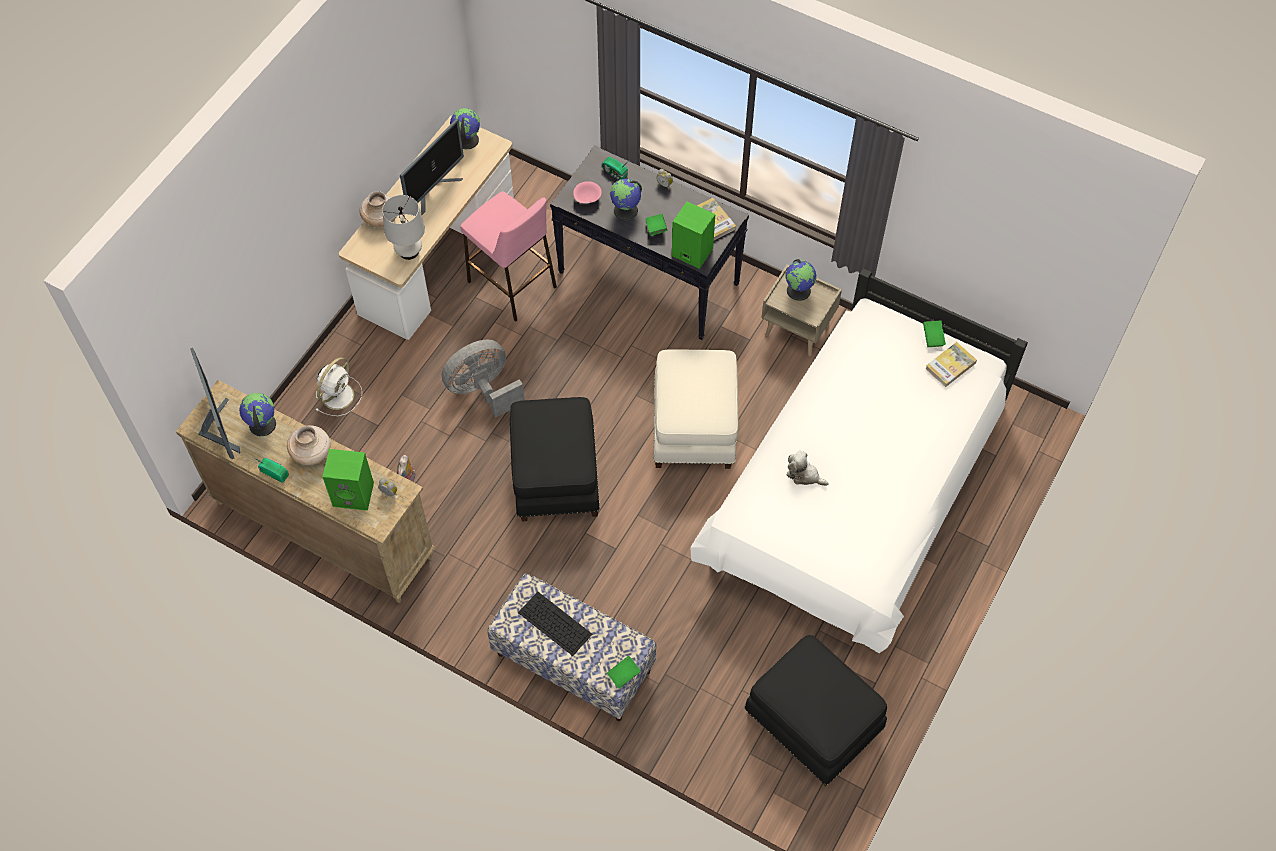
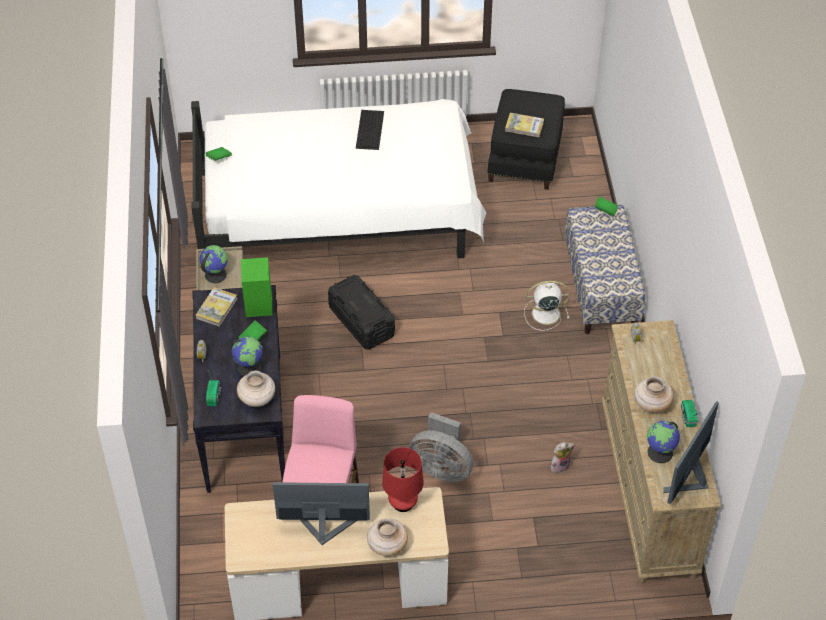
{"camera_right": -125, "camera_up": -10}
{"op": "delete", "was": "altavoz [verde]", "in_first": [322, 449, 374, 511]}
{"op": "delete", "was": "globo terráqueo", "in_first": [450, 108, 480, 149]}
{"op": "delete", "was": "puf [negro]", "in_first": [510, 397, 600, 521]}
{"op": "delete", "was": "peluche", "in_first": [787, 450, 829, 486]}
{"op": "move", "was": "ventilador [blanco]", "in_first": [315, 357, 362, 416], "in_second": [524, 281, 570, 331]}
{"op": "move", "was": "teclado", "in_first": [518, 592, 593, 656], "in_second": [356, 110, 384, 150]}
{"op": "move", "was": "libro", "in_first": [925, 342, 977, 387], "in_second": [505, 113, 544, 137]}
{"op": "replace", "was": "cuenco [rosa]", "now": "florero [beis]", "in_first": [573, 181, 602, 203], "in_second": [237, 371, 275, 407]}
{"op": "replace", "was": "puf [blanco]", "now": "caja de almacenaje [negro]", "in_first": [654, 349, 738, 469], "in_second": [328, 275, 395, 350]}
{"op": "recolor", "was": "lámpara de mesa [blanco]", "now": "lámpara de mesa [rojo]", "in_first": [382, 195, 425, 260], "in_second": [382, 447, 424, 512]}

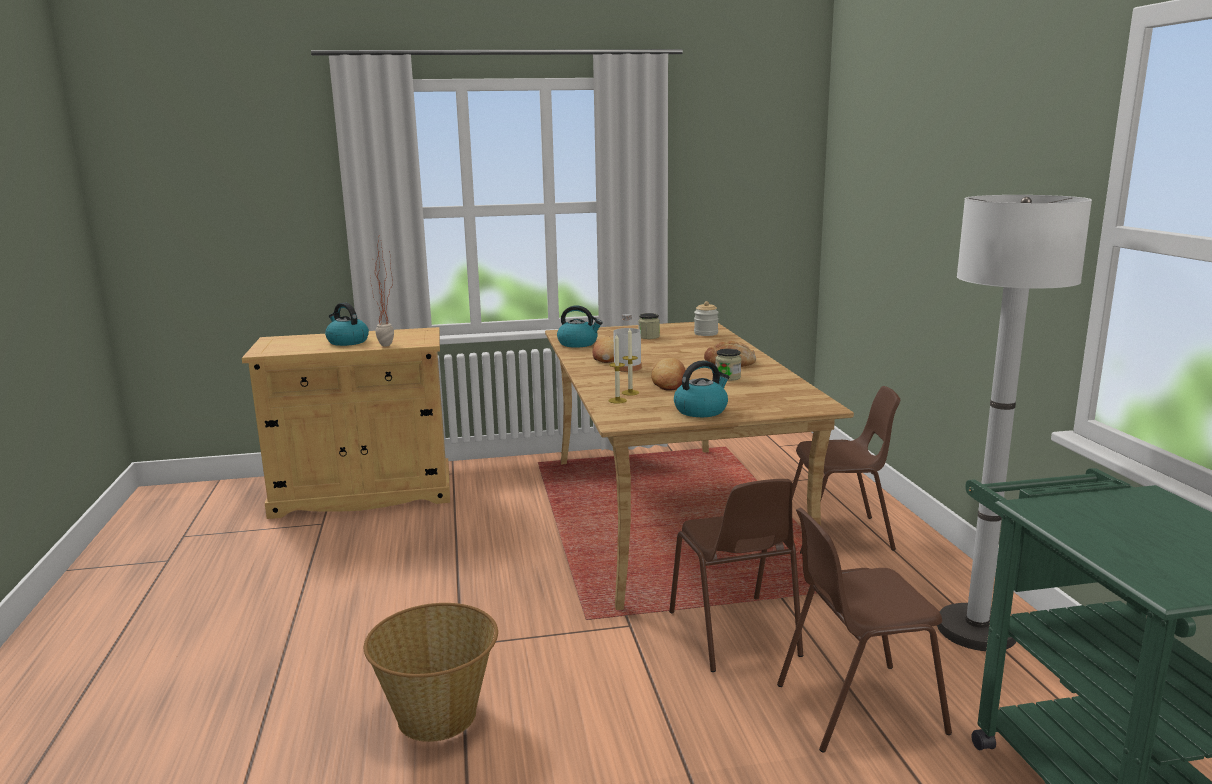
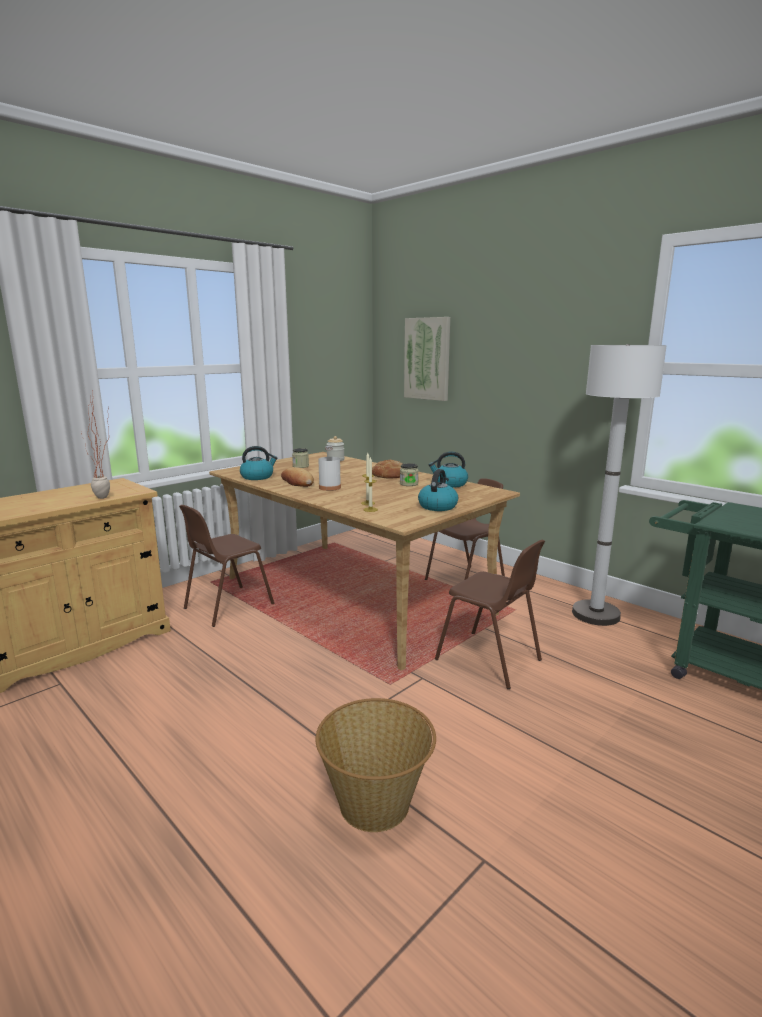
{"camera_right": -35, "camera_up": 0}
{"op": "delete", "was": "pan", "in_first": [651, 358, 686, 391]}
{"op": "insert", "now": "cuadro", "in_second": [404, 317, 450, 401]}
{"op": "move", "was": "hervidor", "in_first": [325, 302, 369, 346], "in_second": [428, 451, 468, 488]}
{"op": "move", "was": "silla [marrón]", "in_first": [777, 508, 952, 753], "in_second": [179, 505, 274, 627]}

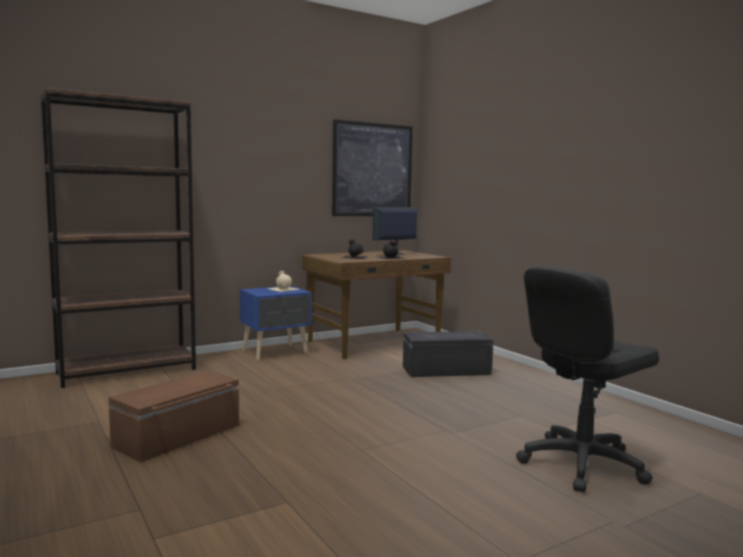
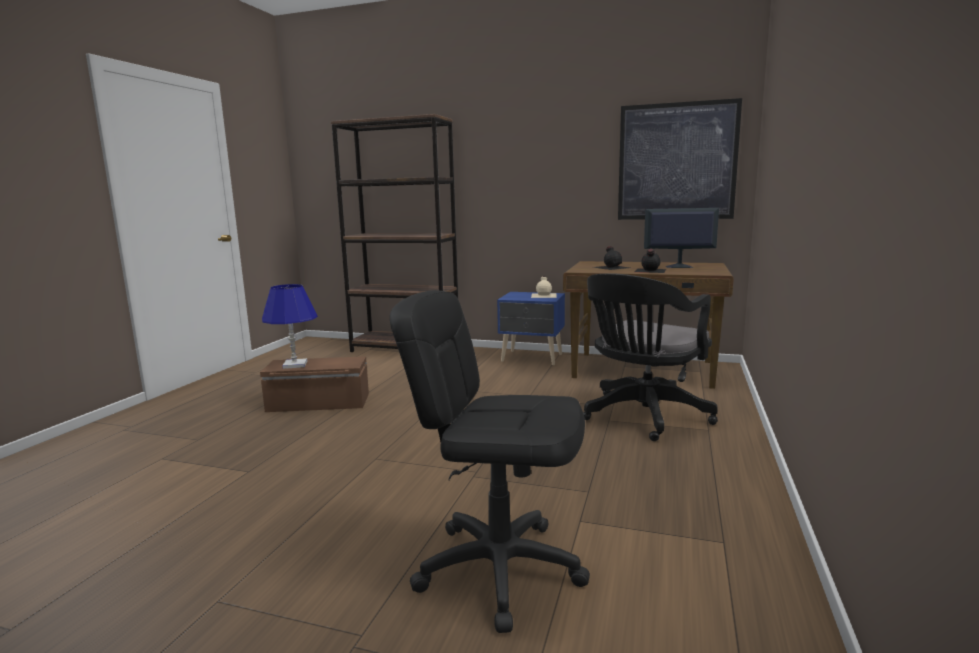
{"camera_right": 50, "camera_up": 5}
{"op": "insert", "now": "lámpara de mesa [azul]", "in_second": [262, 284, 318, 369]}
{"op": "replace", "was": "caja de almacenaje [negro]", "now": "silla de oficina [negro]", "in_first": [403, 331, 494, 377], "in_second": [583, 273, 718, 441]}

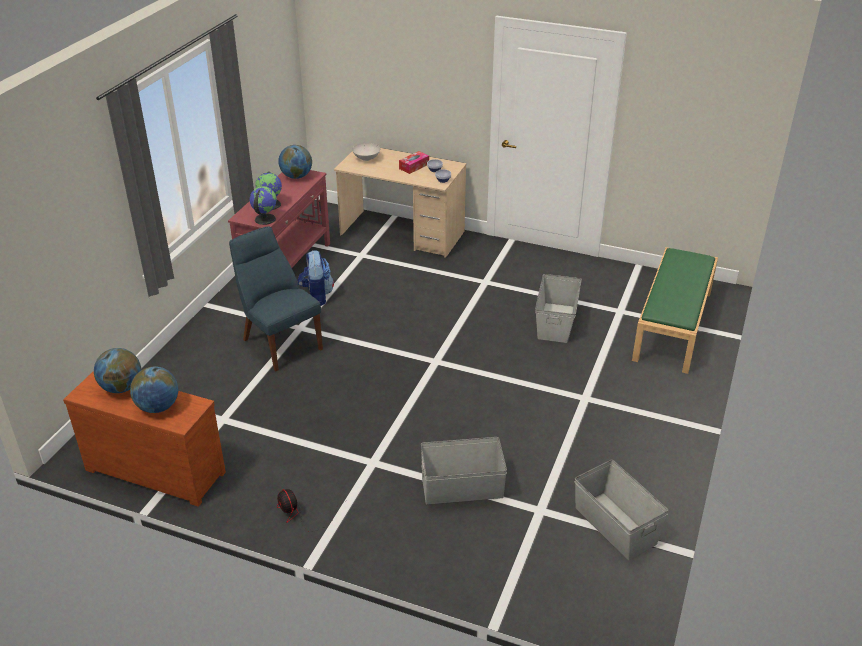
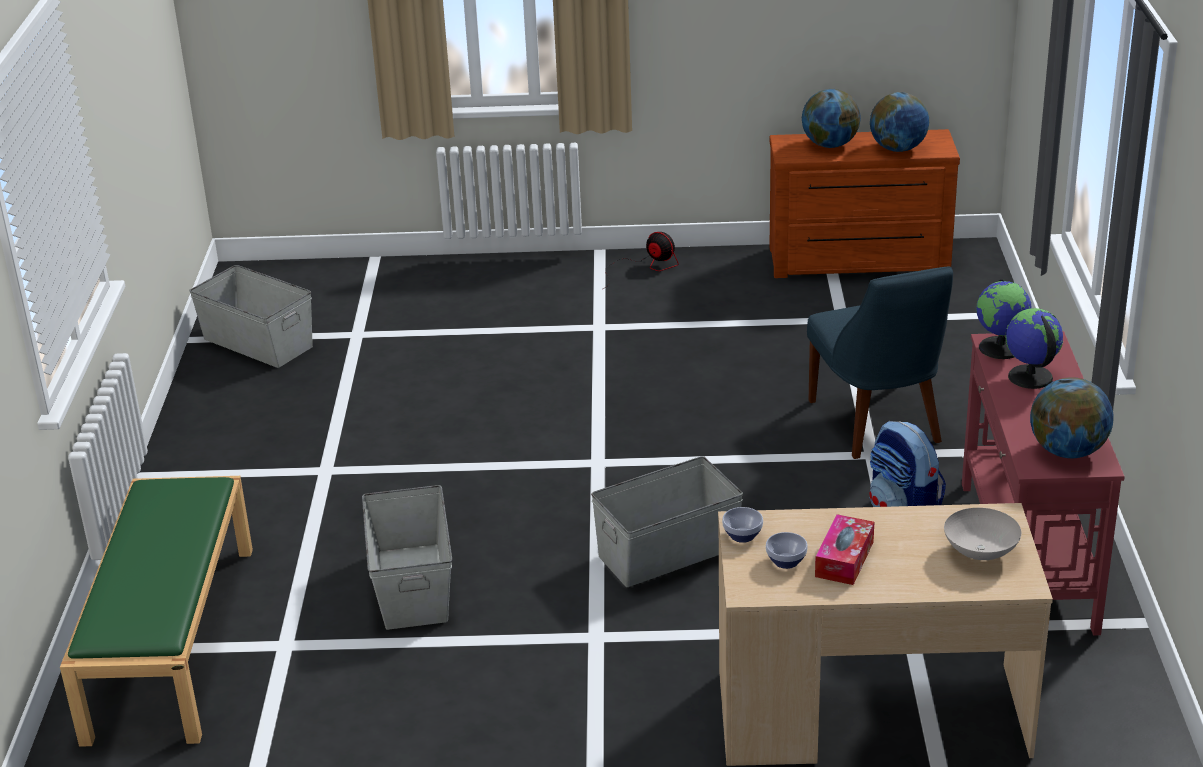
{"camera_right": 160, "camera_up": -5}
{"op": "move", "was": "caja de almacenaje [gris]", "in_first": [421, 437, 507, 505], "in_second": [591, 456, 743, 587]}
{"op": "rotate", "was": "silla [azul]", "in_first": [229, 227, 323, 371], "in_second": [807, 266, 953, 459], "clockwise": 45}

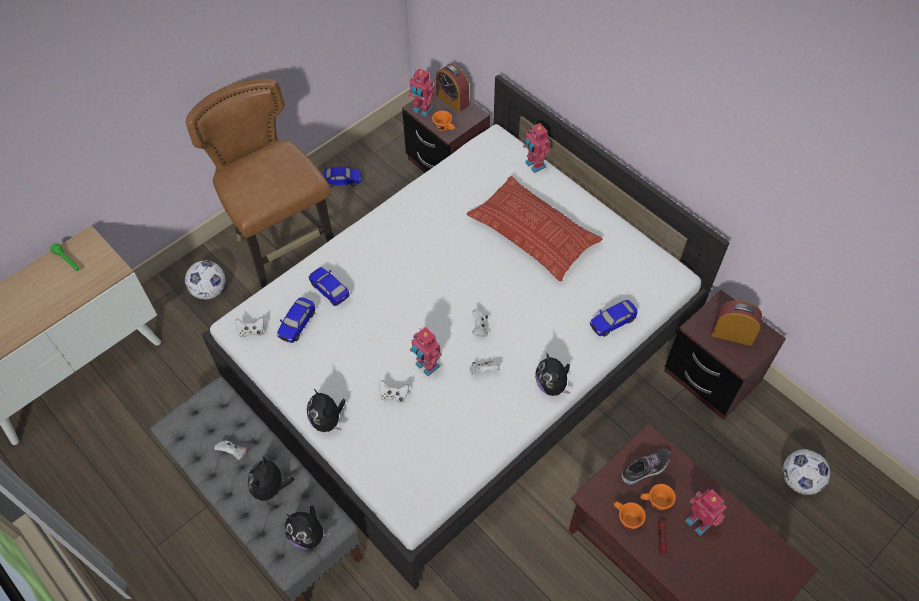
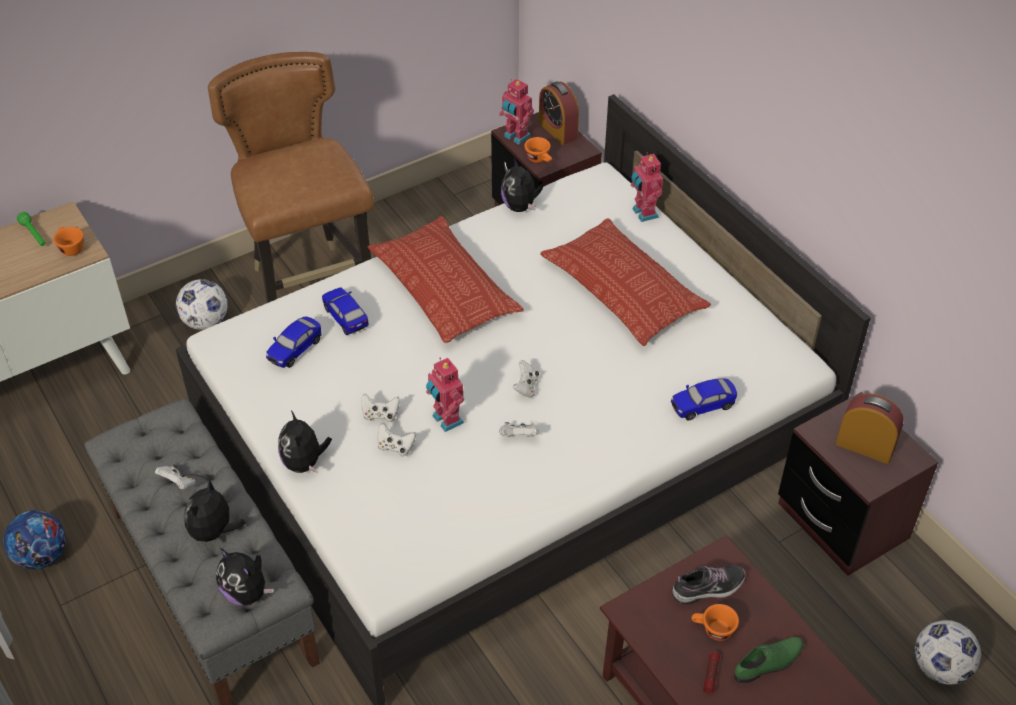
{"camera_right": 10, "camera_up": -10}
{"op": "delete", "was": "coche de juguete", "in_first": [323, 166, 361, 187]}
{"op": "insert", "now": "balón de fútbol", "in_second": [3, 510, 66, 570]}
{"op": "insert", "now": "cojín", "in_second": [368, 216, 524, 343]}
{"op": "move", "was": "mando de consola [blanco]", "in_first": [235, 317, 264, 337], "in_second": [361, 394, 400, 422]}
{"op": "move", "was": "peluche", "in_first": [535, 353, 571, 396], "in_second": [501, 158, 543, 212]}
{"op": "move", "was": "taza [naranja]", "in_first": [614, 502, 646, 529], "in_second": [53, 227, 84, 256]}
{"op": "replace", "was": "robot de juguete", "now": "zapato [verde]", "in_first": [685, 489, 727, 536], "in_second": [734, 637, 803, 683]}

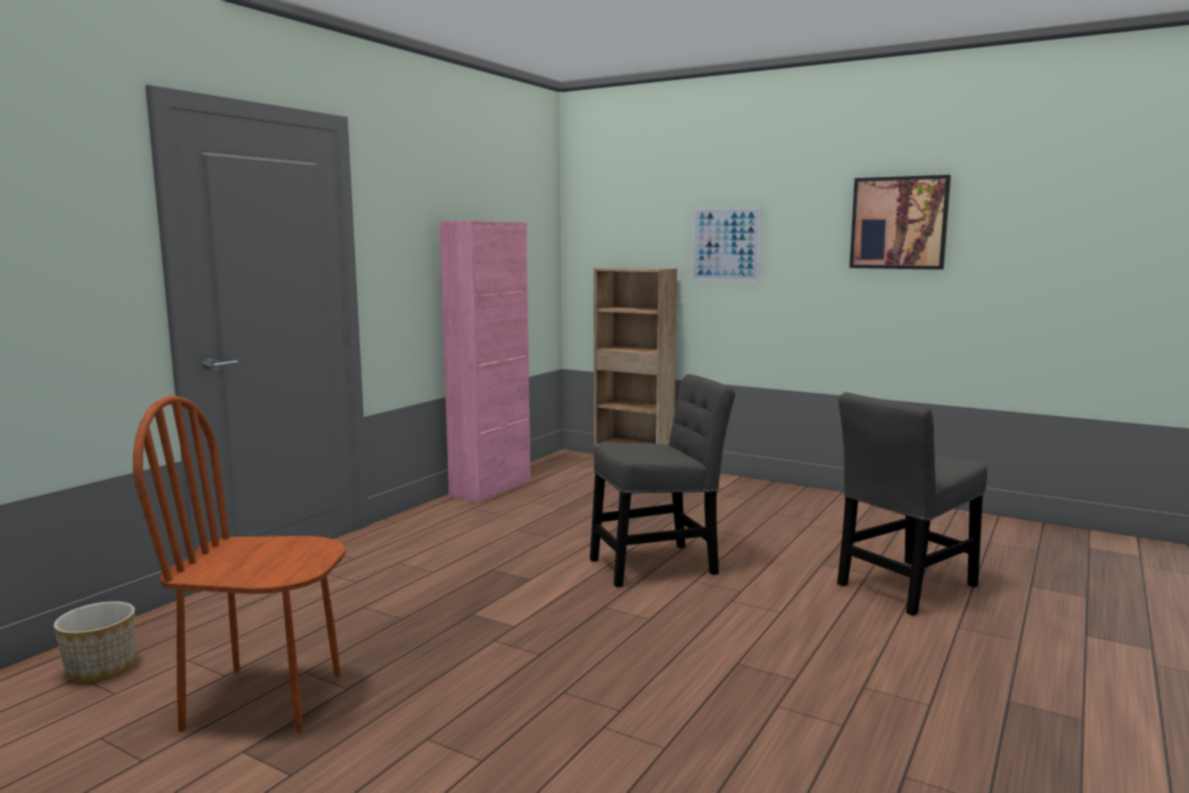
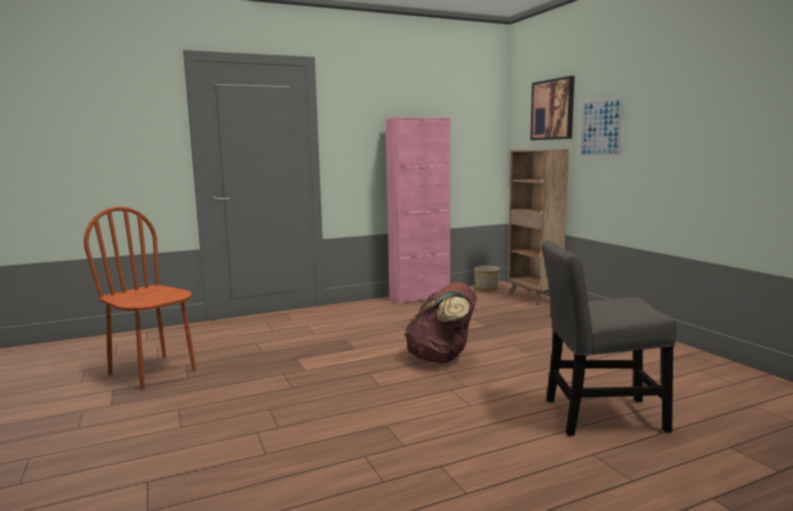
{"camera_right": 35, "camera_up": 0}
{"op": "move", "was": "maceta", "in_first": [54, 601, 135, 683], "in_second": [474, 266, 500, 291]}
{"op": "move", "was": "cuadro", "in_first": [849, 175, 951, 270], "in_second": [530, 76, 575, 140]}
{"op": "replace", "was": "silla [gris]", "now": "mochila [marrón]", "in_first": [590, 374, 735, 587], "in_second": [405, 282, 477, 364]}

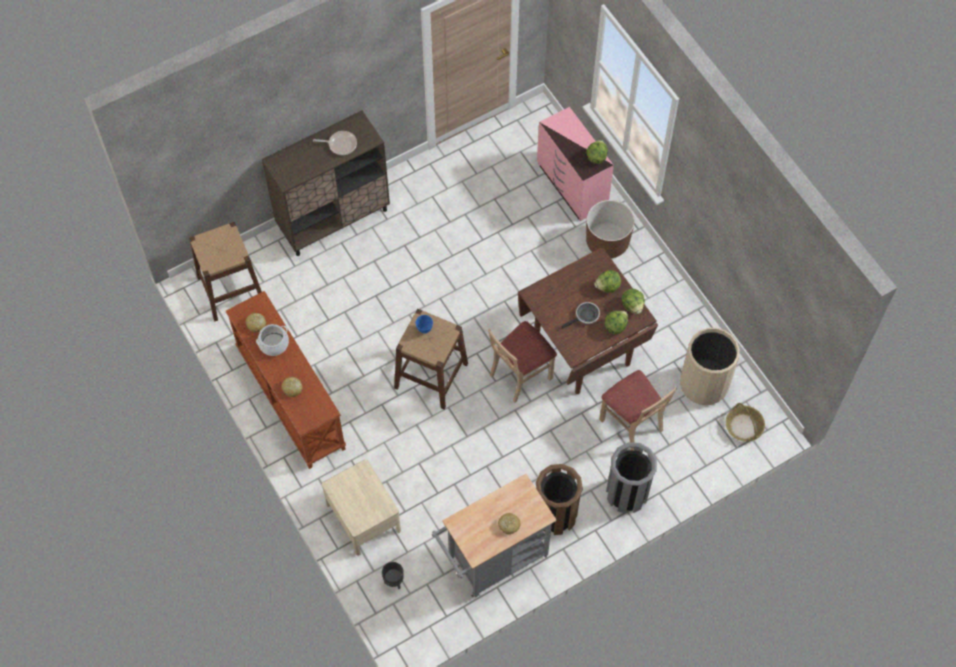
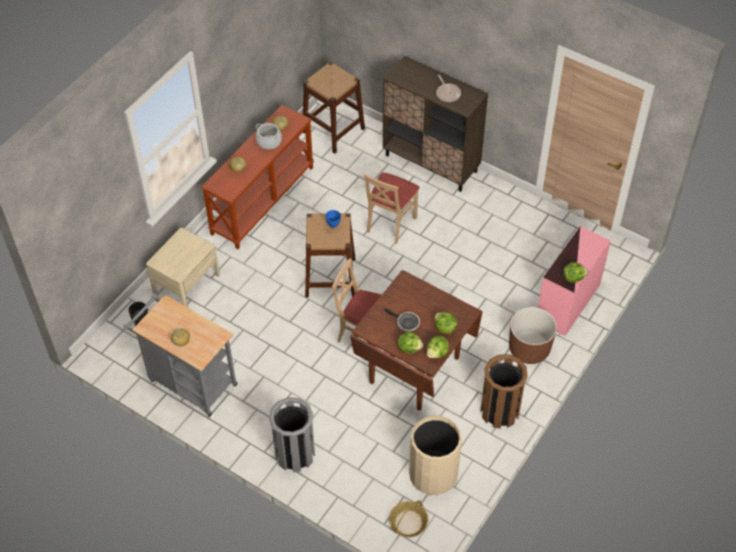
{"camera_right": 65, "camera_up": -10}
{"op": "move", "was": "papelera [marrón]", "in_first": [536, 464, 583, 535], "in_second": [480, 354, 528, 429]}
{"op": "move", "was": "silla [beis]", "in_first": [599, 370, 677, 451], "in_second": [364, 173, 420, 244]}

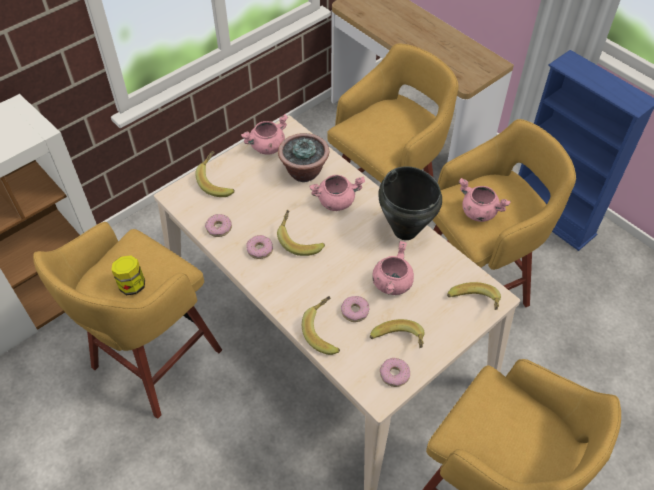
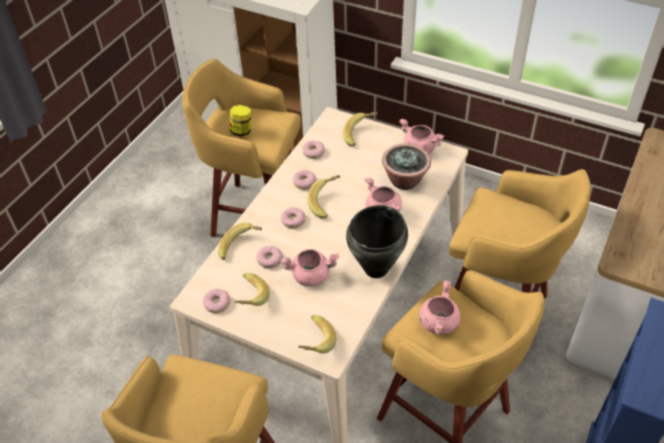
{"camera_right": 70, "camera_up": -5}
{"op": "insert", "now": "rosquilla", "in_second": [281, 207, 306, 228]}

